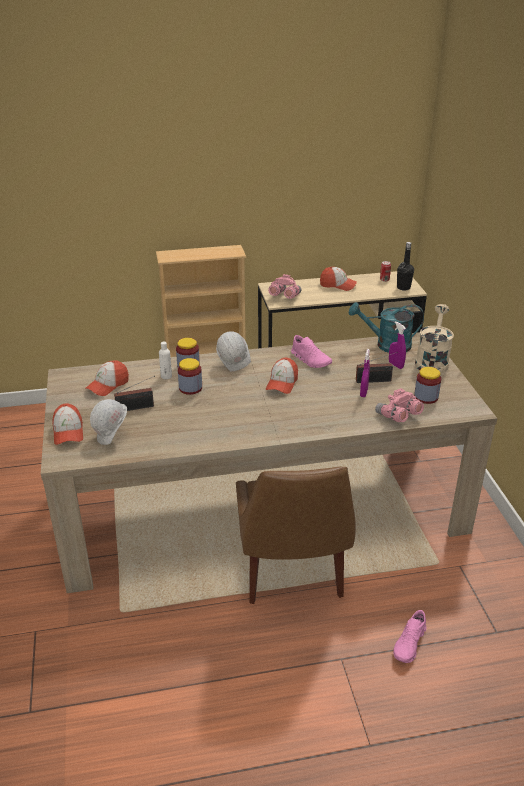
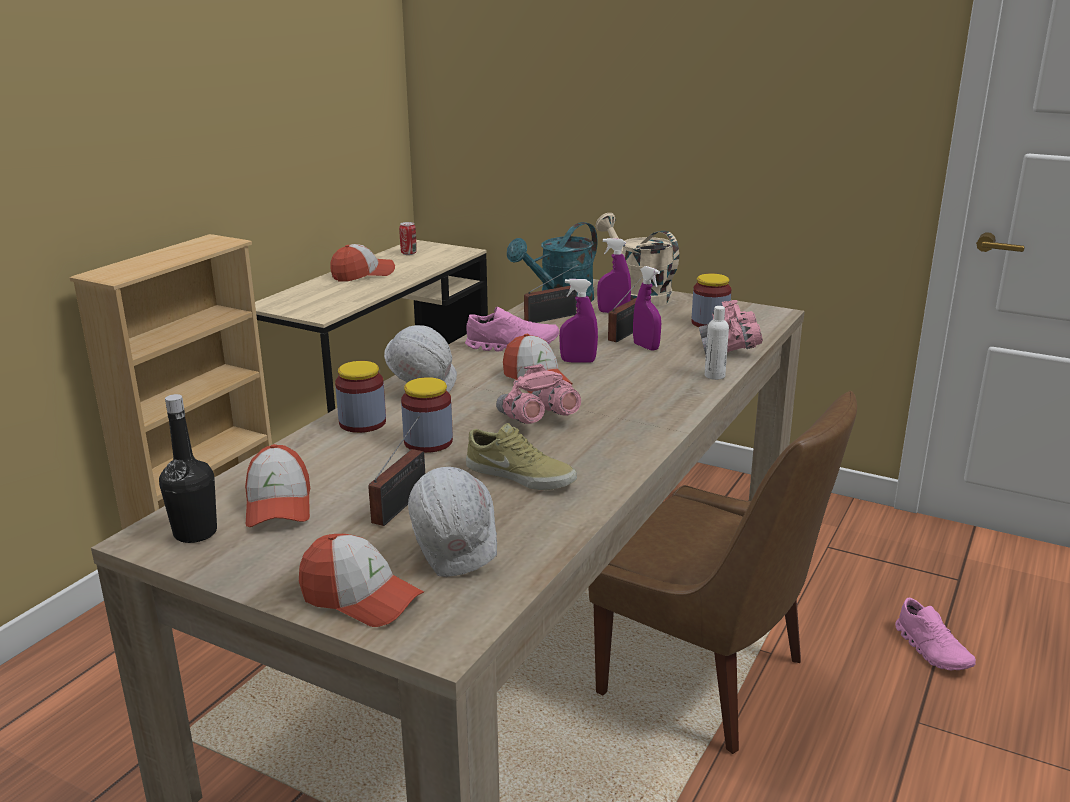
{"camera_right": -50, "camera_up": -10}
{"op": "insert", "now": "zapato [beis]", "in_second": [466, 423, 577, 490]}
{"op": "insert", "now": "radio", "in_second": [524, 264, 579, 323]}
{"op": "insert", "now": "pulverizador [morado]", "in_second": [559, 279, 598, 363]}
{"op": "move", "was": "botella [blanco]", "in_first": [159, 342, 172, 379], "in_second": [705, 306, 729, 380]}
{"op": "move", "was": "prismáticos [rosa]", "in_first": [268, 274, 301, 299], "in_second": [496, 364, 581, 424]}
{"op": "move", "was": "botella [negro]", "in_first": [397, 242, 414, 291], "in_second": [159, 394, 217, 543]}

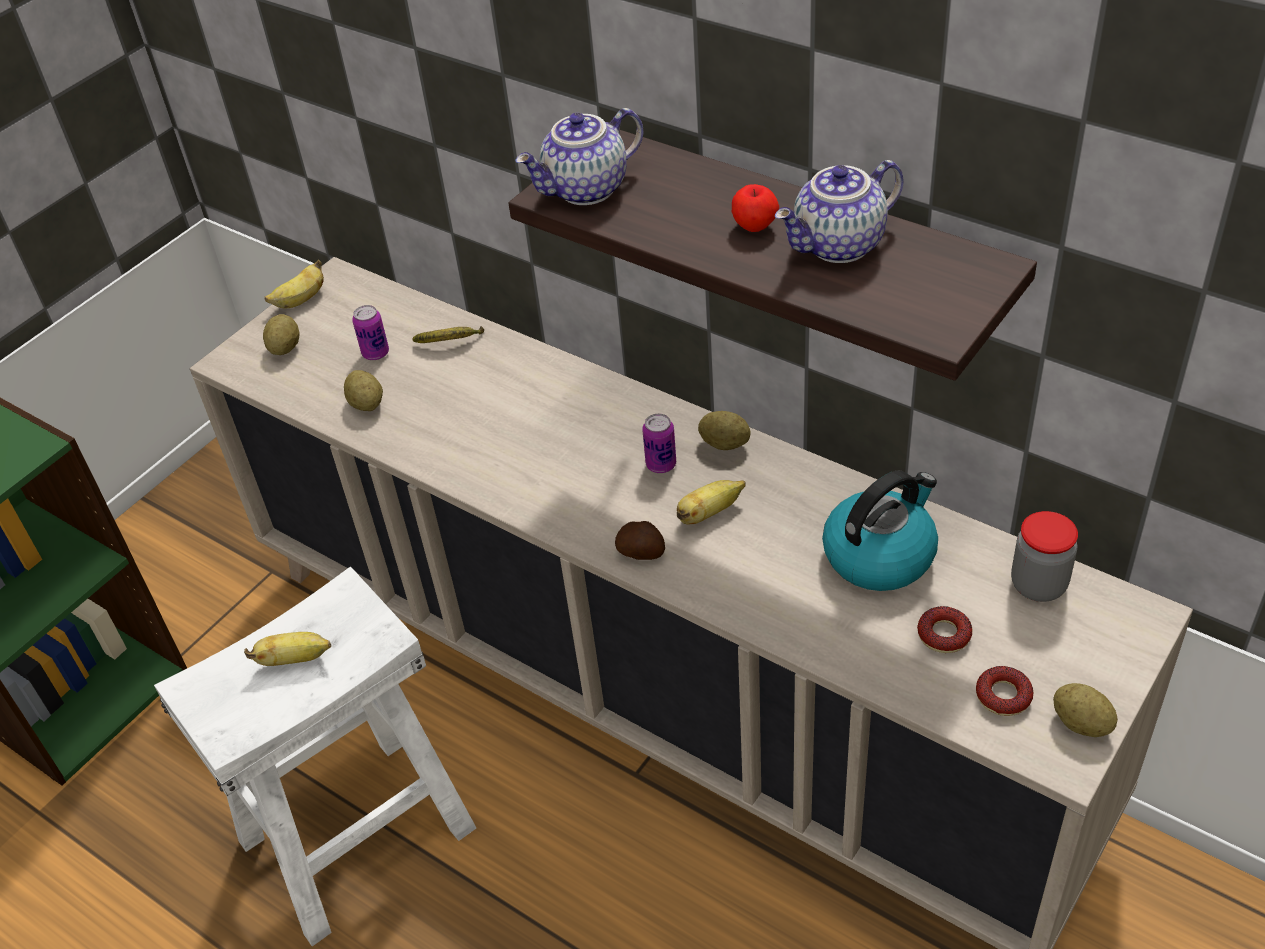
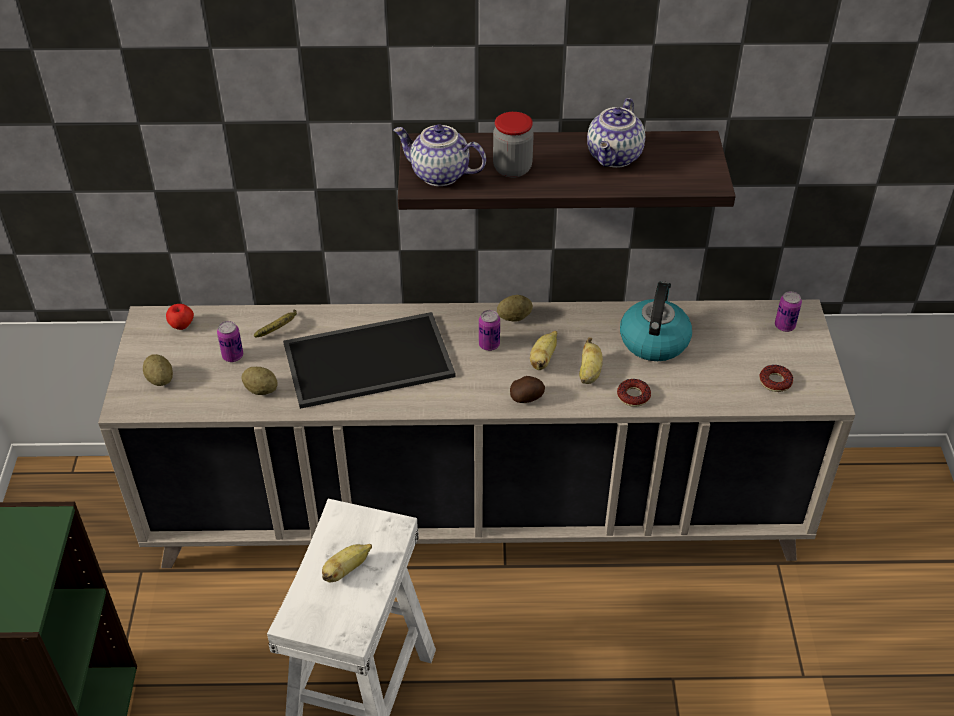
{"camera_right": -40, "camera_up": 0}
{"op": "delete", "was": "patata", "in_first": [1053, 683, 1118, 737]}
{"op": "insert", "now": "bandeja", "in_second": [283, 312, 455, 409]}
{"op": "insert", "now": "lata", "in_second": [775, 291, 802, 332]}
{"op": "move", "was": "plátano", "in_first": [264, 260, 324, 308], "in_second": [579, 337, 603, 384]}
{"op": "move", "was": "manzana", "in_first": [732, 184, 779, 232], "in_second": [166, 304, 194, 330]}
{"op": "move", "was": "rosquilla", "in_first": [917, 606, 972, 653], "in_second": [617, 379, 651, 407]}
{"op": "move", "was": "tarro", "in_first": [1011, 511, 1078, 602], "in_second": [493, 112, 534, 178]}
{"op": "rotate", "was": "tetera", "in_first": [515, 108, 643, 205], "in_second": [393, 124, 486, 186], "clockwise": 90}

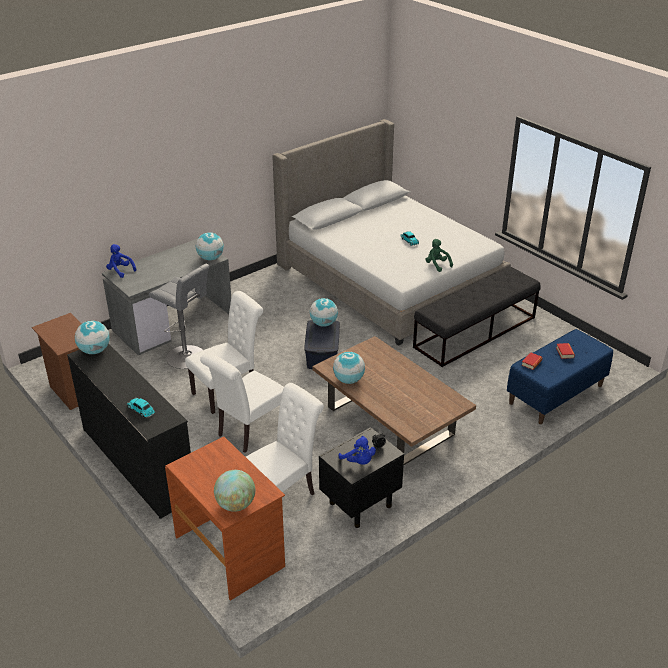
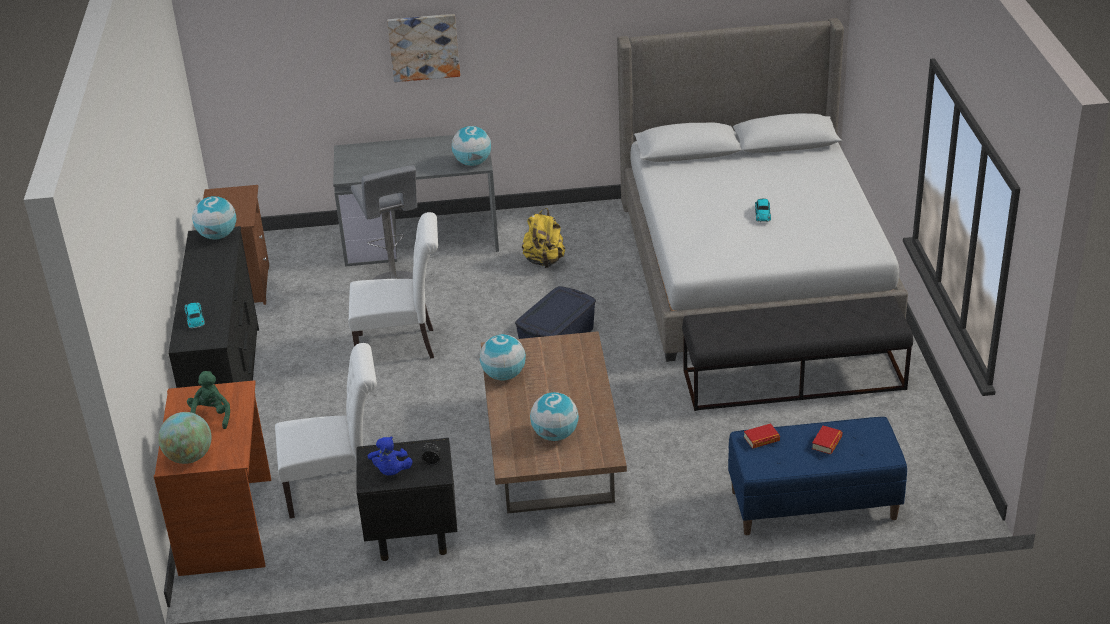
{"camera_right": 35, "camera_up": 0}
{"op": "delete", "was": "peluche [azul]", "in_first": [106, 244, 136, 278]}
{"op": "delete", "was": "silla [blanco]", "in_first": [200, 353, 284, 453]}
{"op": "insert", "now": "cuadro", "in_second": [387, 14, 460, 82]}
{"op": "insert", "now": "mochila [amarillo]", "in_second": [522, 208, 565, 268]}
{"op": "move", "was": "globo terráqueo", "in_first": [310, 298, 338, 327], "in_second": [530, 392, 579, 441]}
{"op": "move", "was": "peluche [verde]", "in_first": [426, 239, 453, 272], "in_second": [187, 371, 230, 429]}

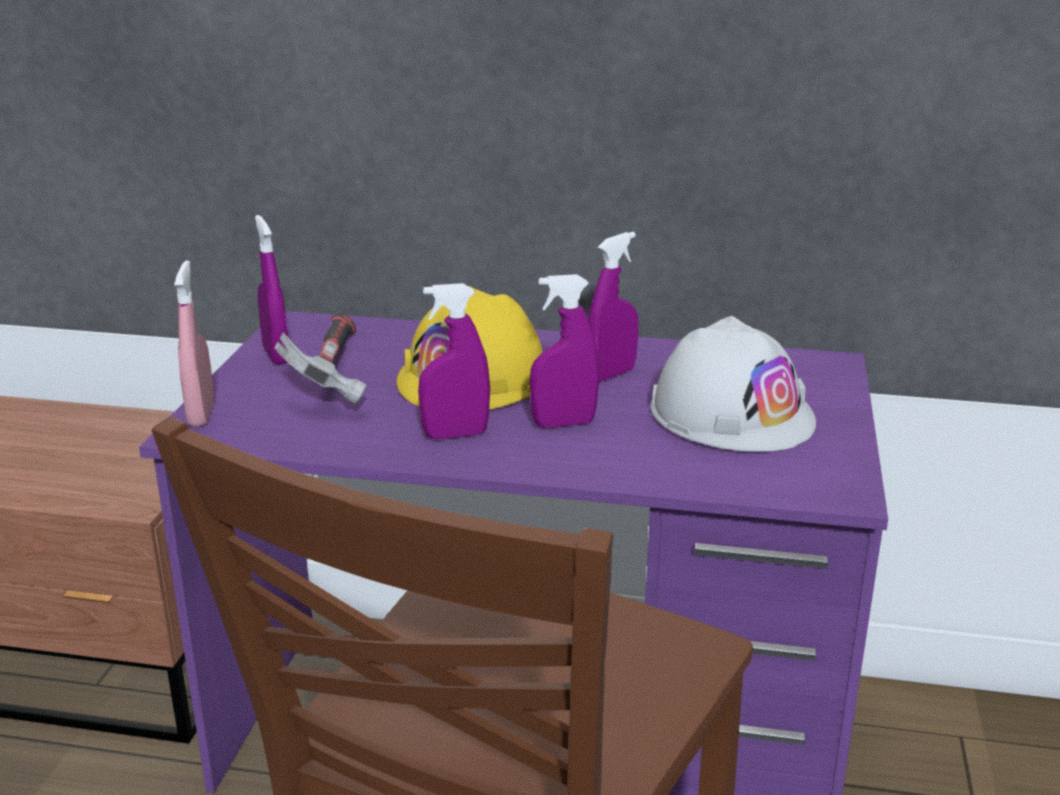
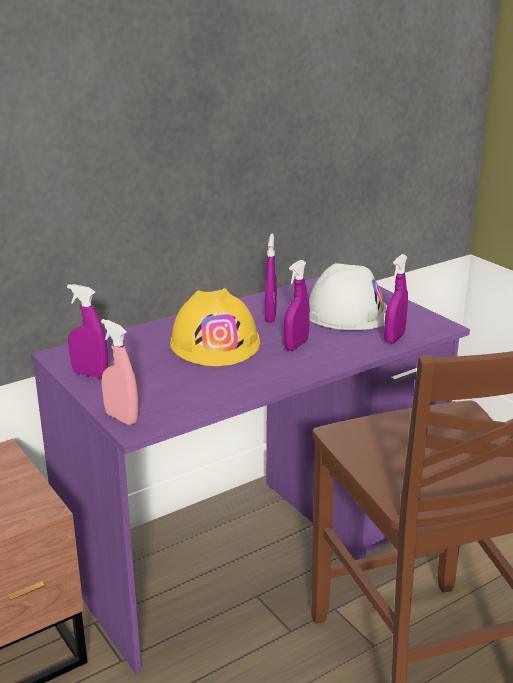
{"camera_right": -45, "camera_up": 0}
{"op": "delete", "was": "martillo", "in_first": [275, 314, 367, 405]}
{"op": "move", "was": "pulverizador [morado]", "in_first": [418, 283, 490, 439], "in_second": [384, 254, 408, 344]}

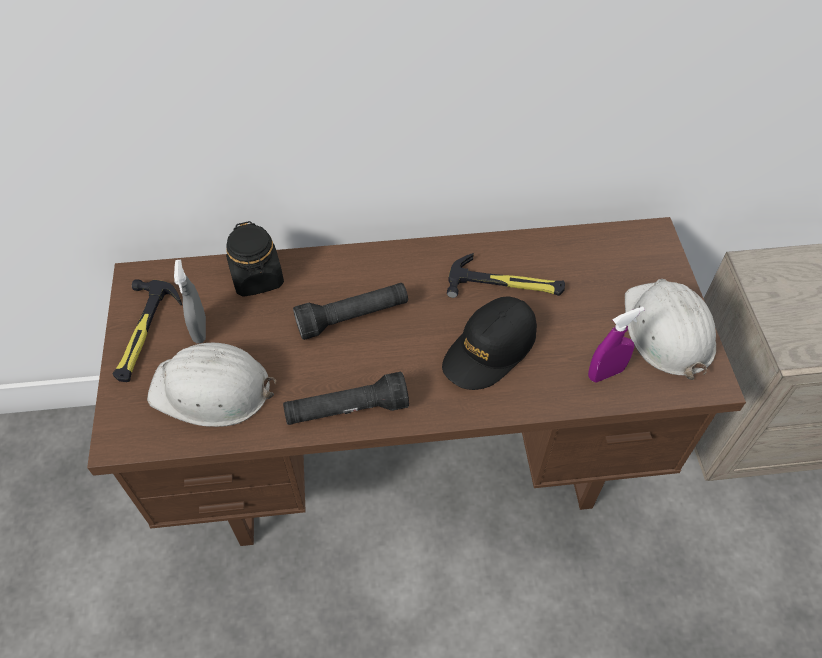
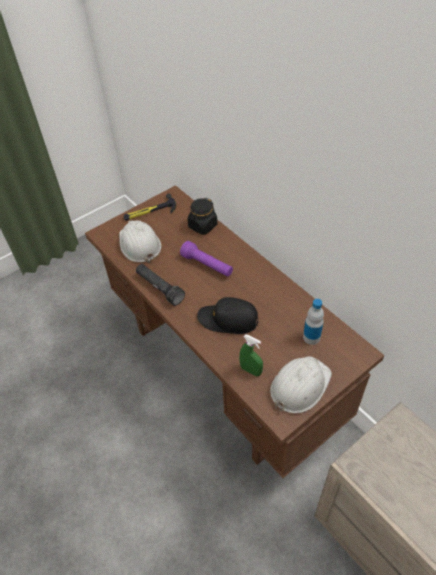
{"camera_right": 60, "camera_up": -5}
{"op": "delete", "was": "pulverizador [gris]", "in_first": [174, 260, 206, 344]}
{"op": "delete", "was": "martillo", "in_first": [447, 253, 565, 298]}
{"op": "insert", "now": "botella", "in_second": [303, 299, 324, 345]}
{"op": "recolor", "was": "linterna [negro]", "now": "linterna [morado]", "in_first": [293, 283, 408, 340], "in_second": [180, 241, 233, 277]}
{"op": "recolor", "was": "pulverizador [morado]", "now": "pulverizador [verde]", "in_first": [588, 307, 645, 382], "in_second": [239, 334, 263, 376]}

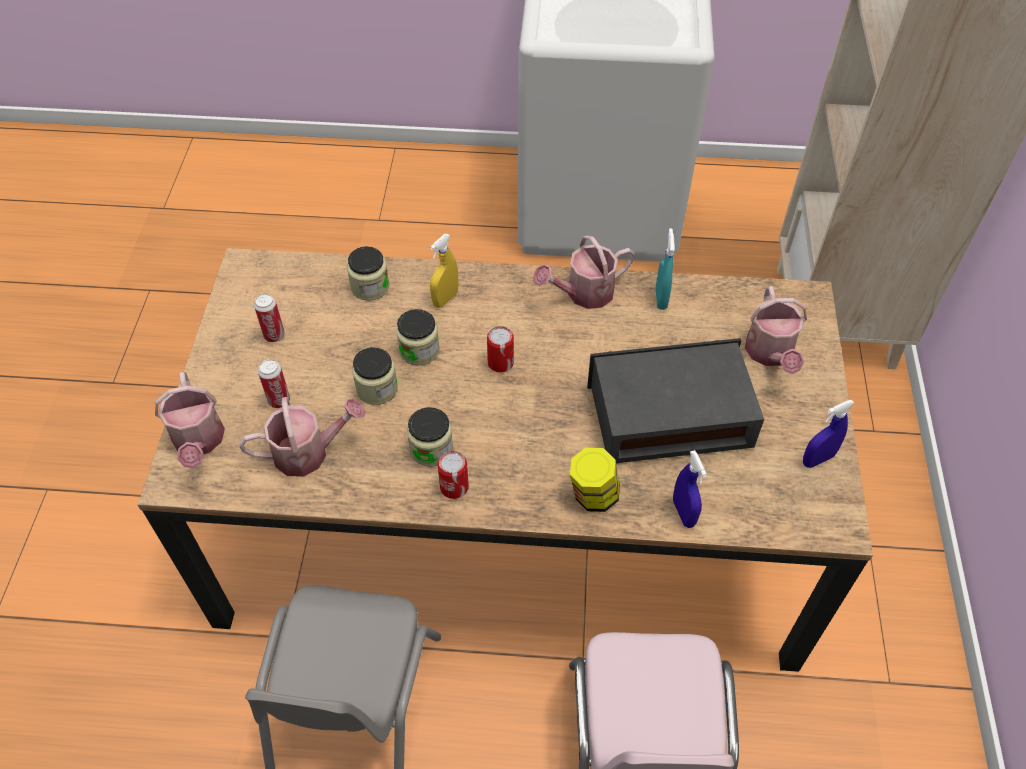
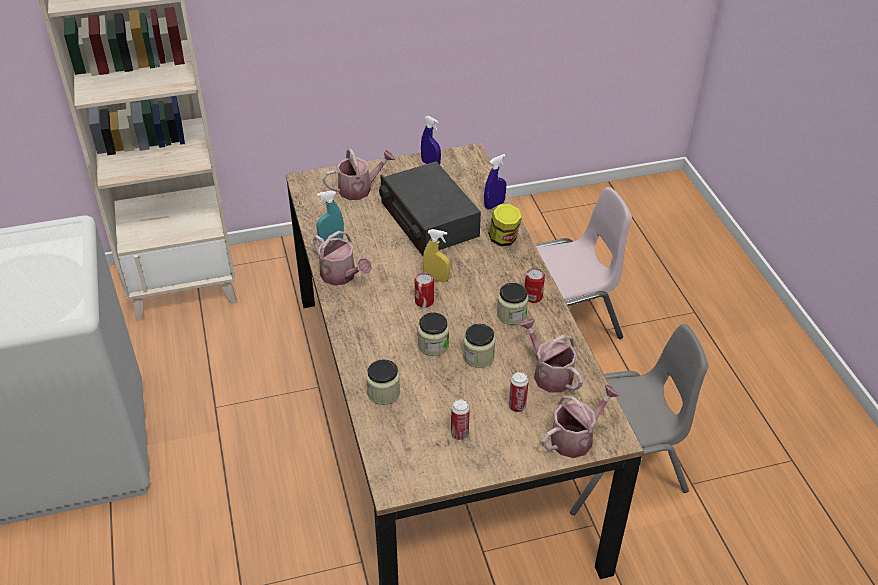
{"camera_right": -110, "camera_up": -10}
{"op": "move", "was": "pulverizador [amarillo]", "in_first": [430, 234, 459, 308], "in_second": [423, 229, 450, 282]}

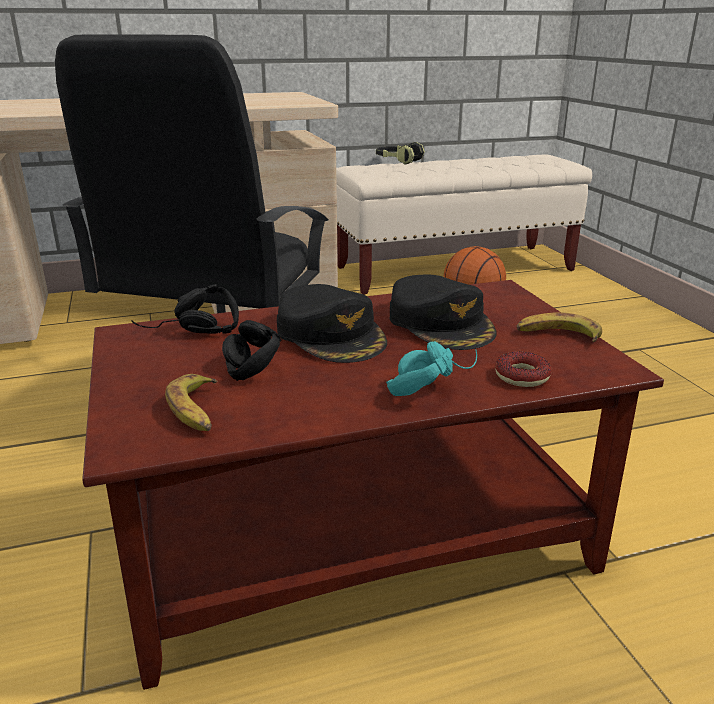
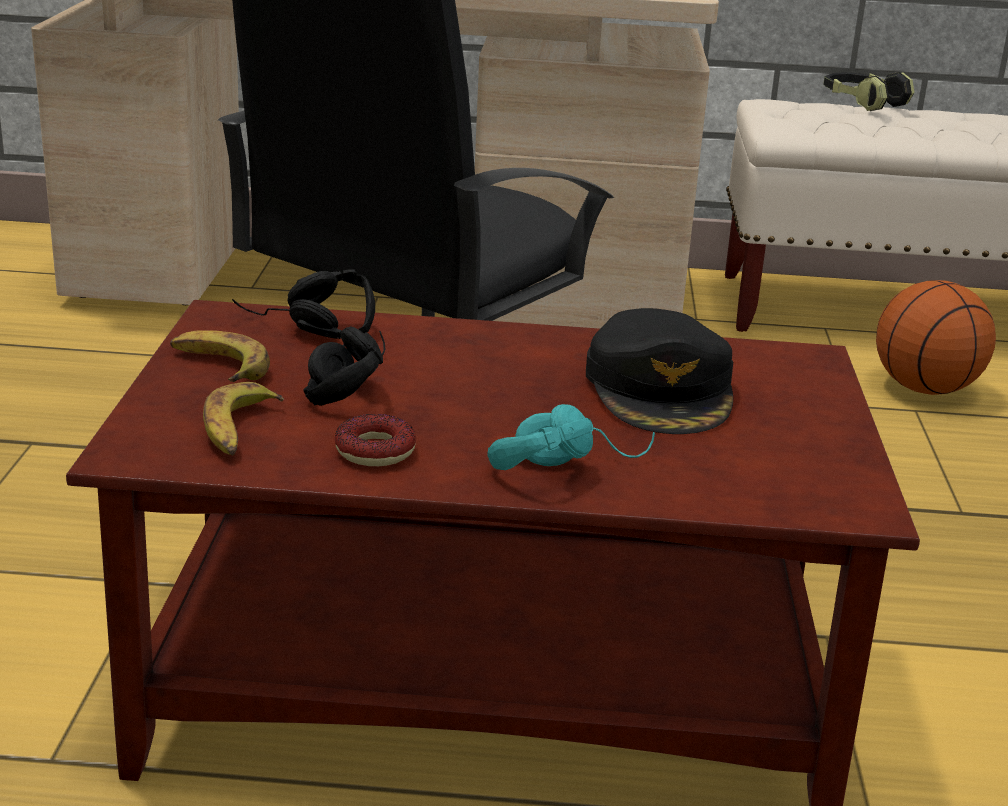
{"camera_right": 20, "camera_up": 0}
{"op": "delete", "was": "gorra [negro]", "in_first": [277, 284, 387, 363]}
{"op": "move", "was": "rosquilla", "in_first": [495, 352, 552, 387], "in_second": [335, 414, 416, 466]}
{"op": "move", "was": "plátano", "in_first": [517, 312, 602, 342], "in_second": [170, 330, 270, 382]}

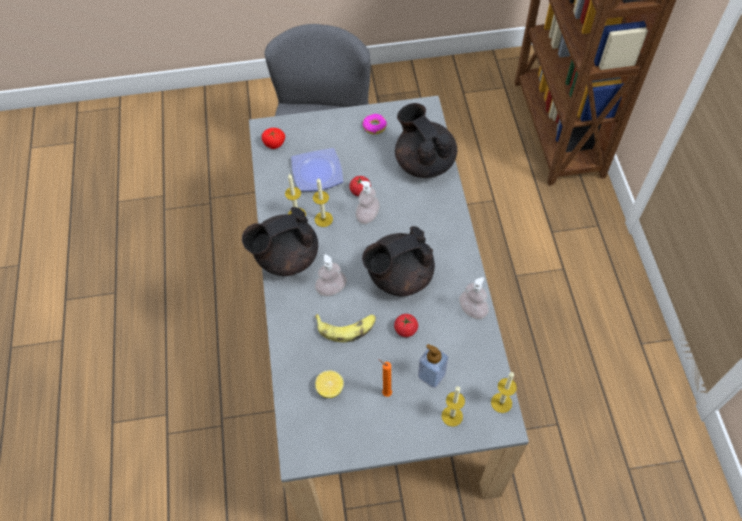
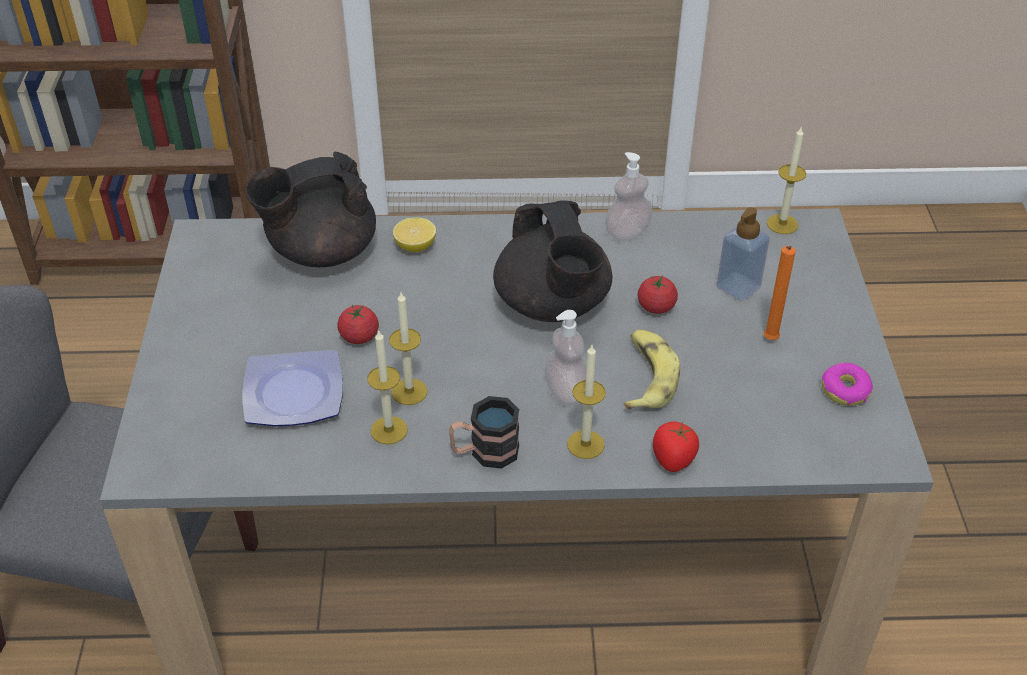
{"camera_right": -85, "camera_up": -15}
{"op": "delete", "was": "dispensador de jabón", "in_first": [355, 181, 380, 224]}
{"op": "move", "was": "tomate", "in_first": [262, 128, 285, 149], "in_second": [653, 421, 699, 472]}
{"op": "move", "was": "limón", "in_first": [315, 371, 344, 398], "in_second": [393, 217, 436, 252]}
{"op": "move", "was": "rosquilla", "in_first": [362, 114, 387, 134], "in_second": [822, 363, 873, 406]}
{"op": "move", "was": "vela", "in_first": [442, 386, 465, 427], "in_second": [567, 345, 606, 459]}
{"op": "replace", "was": "tetera [negro]", "now": "taza grande", "in_first": [242, 207, 318, 276], "in_second": [449, 396, 519, 468]}

